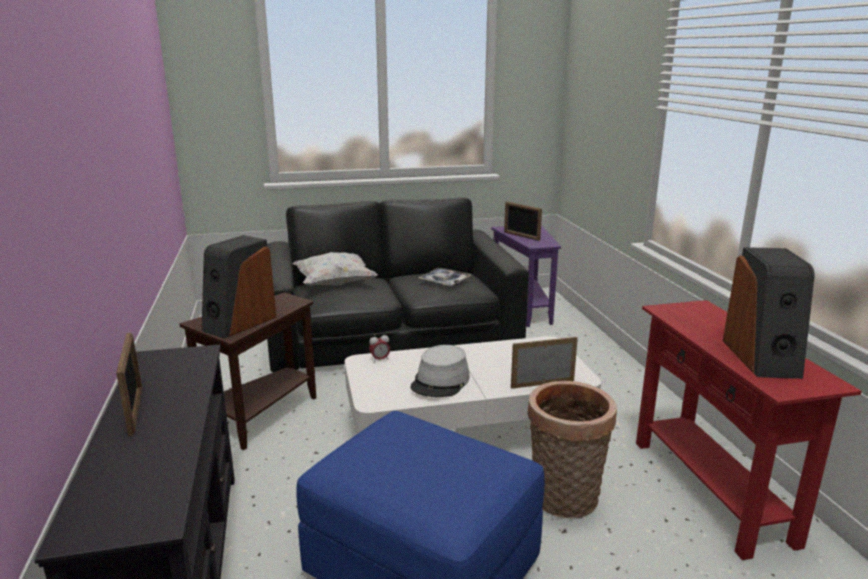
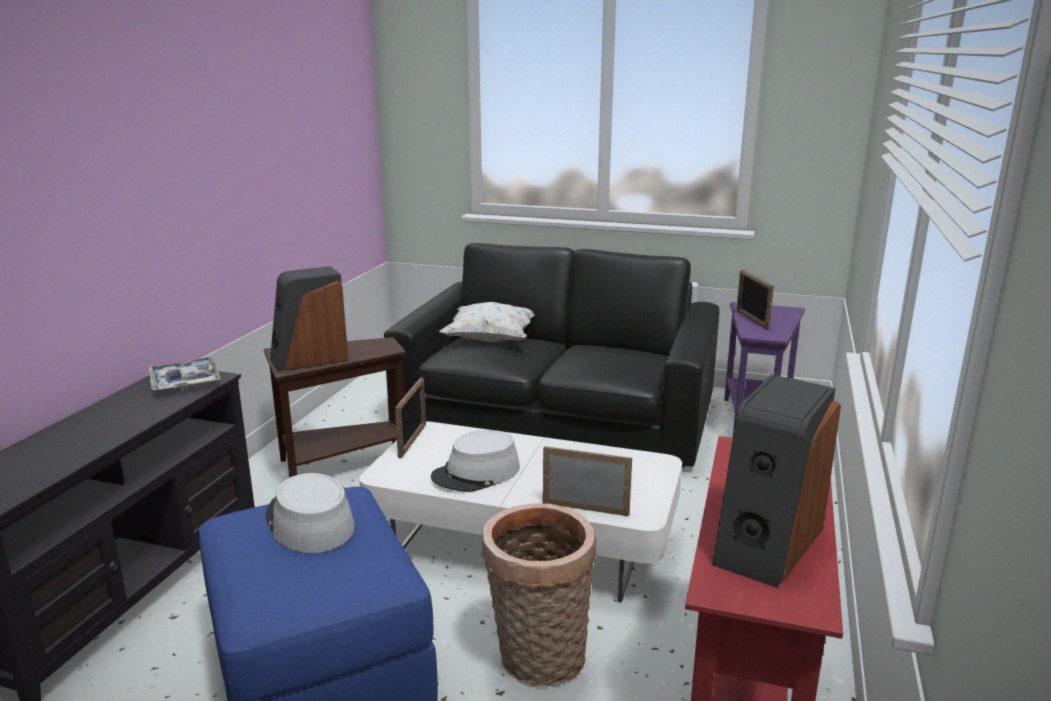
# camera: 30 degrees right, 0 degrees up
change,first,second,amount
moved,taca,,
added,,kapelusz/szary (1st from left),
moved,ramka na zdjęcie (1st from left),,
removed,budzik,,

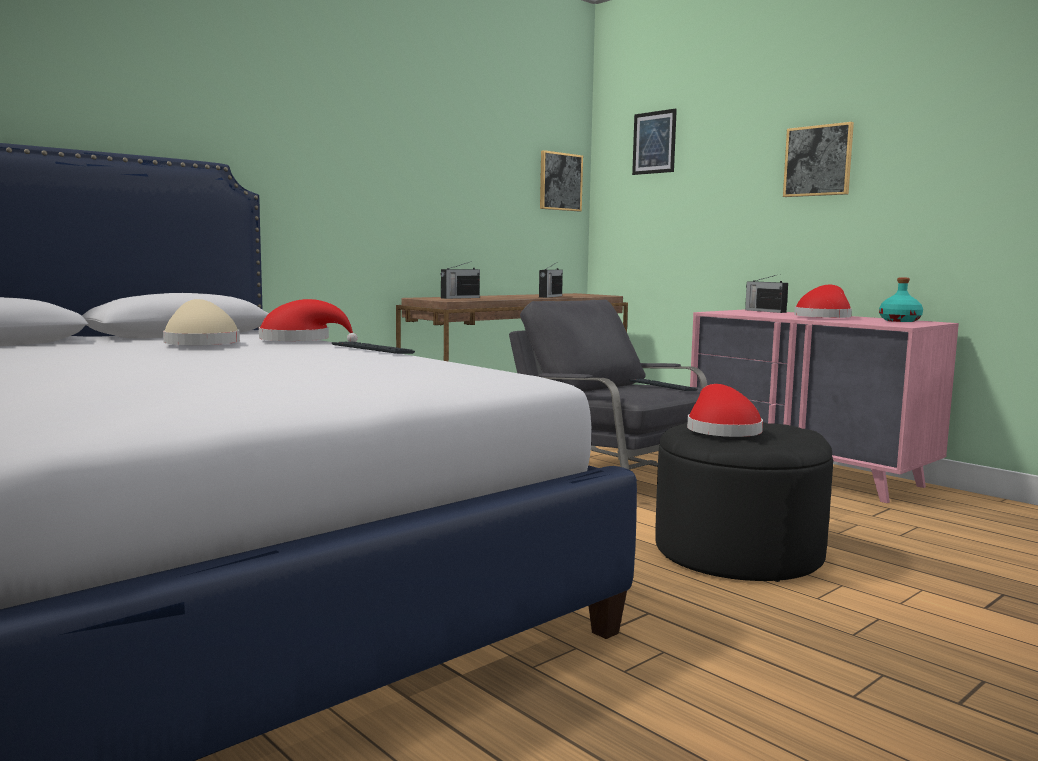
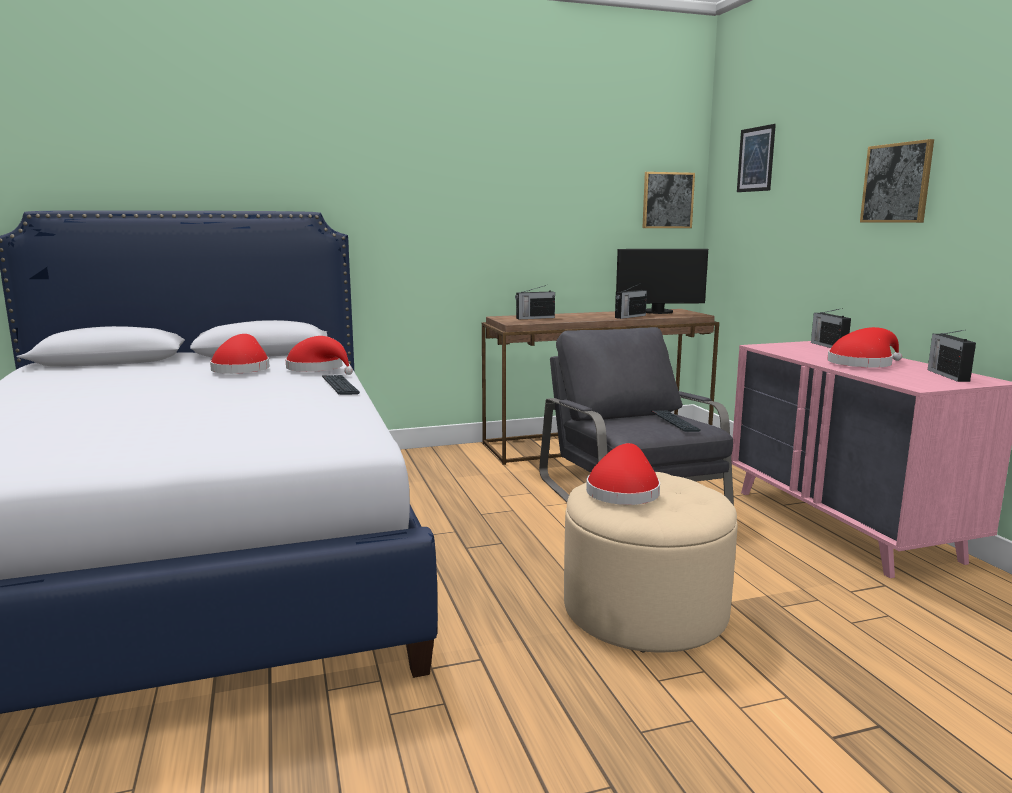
# camera: 25 degrees right, 5 degrees up
change,first,second,amount
recoloured,kapelusz/beżowy,kapelusz/czerwony (1st from left),
recoloured,pufa/czarny,pufa/beżowy,
added,,monitor,
replaced,butelka/turkusowy,radio (4th from left),

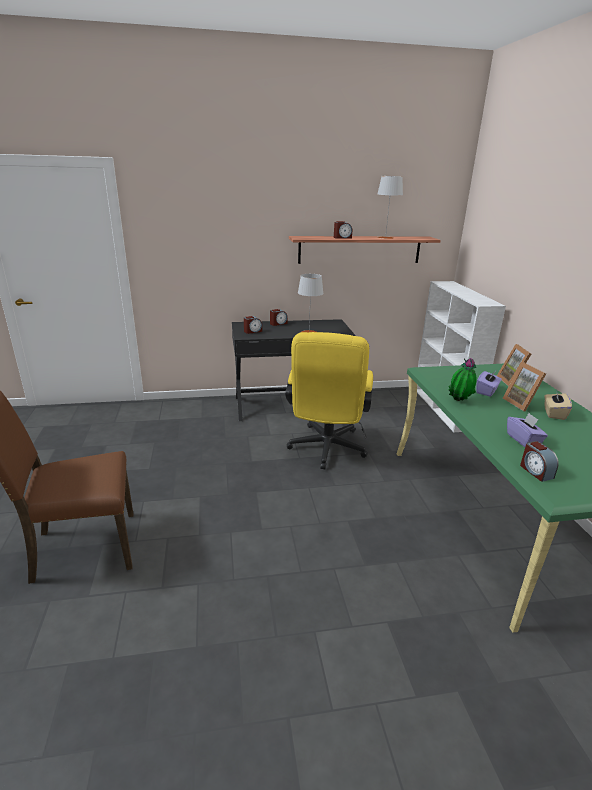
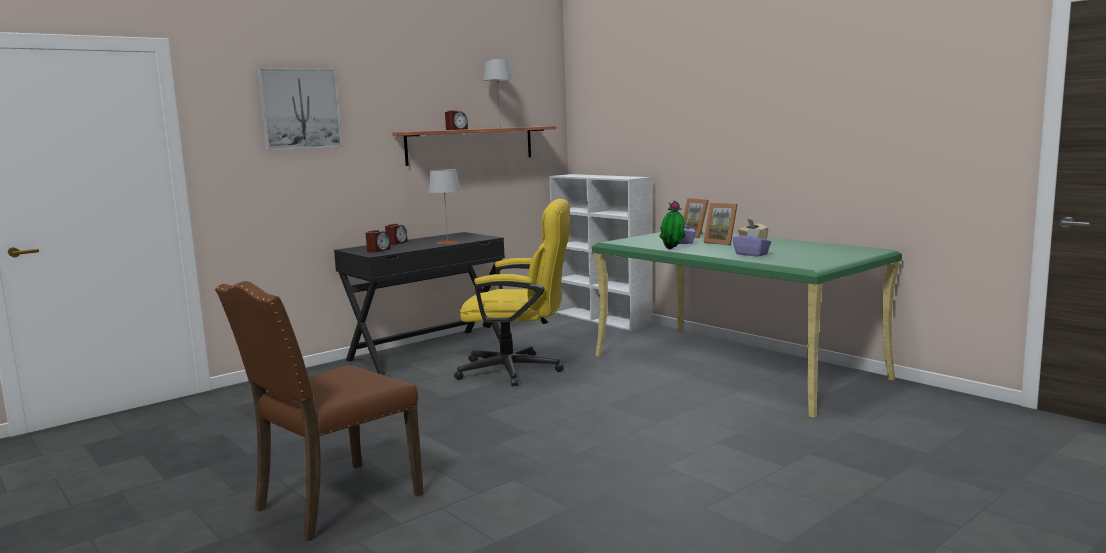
# camera: 30 degrees left, 15 degrees down
change,first,second,amount
added,,obraz,
turned,krzesło biurowe/żółty,,60 degrees counterclockwise
removed,budzik (4th from left),,

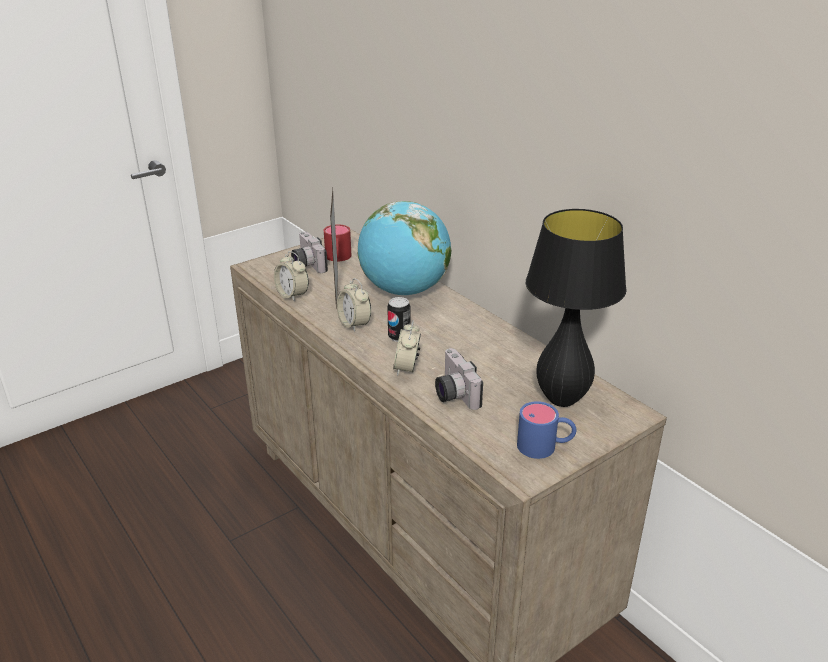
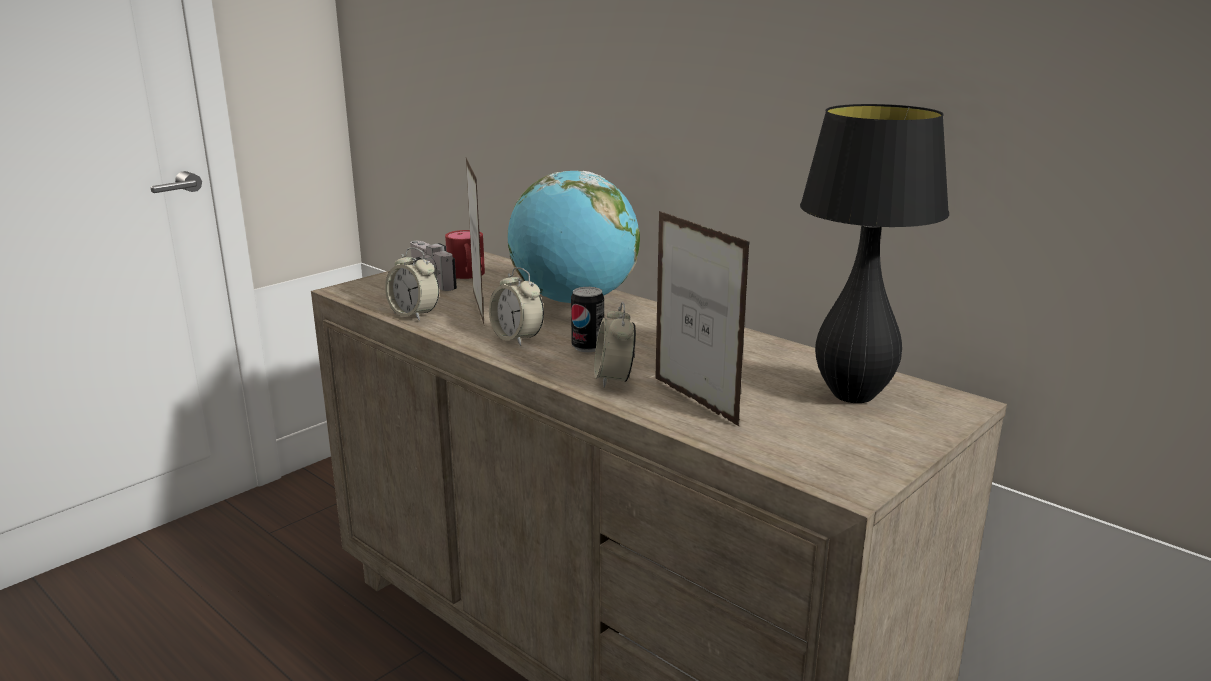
# camera: 10 degrees left, 10 degrees down
change,first,second,amount
replaced,aparat fotograficzny (2nd from left),ramka na zdjęcie (2nd from left),
removed,kubek/niebieski,,

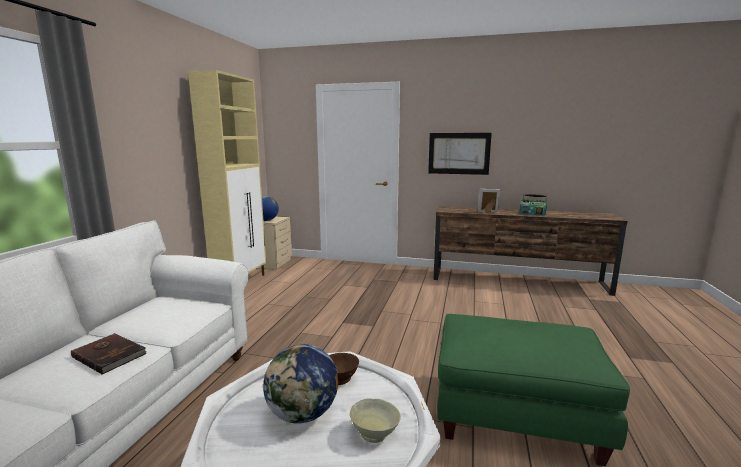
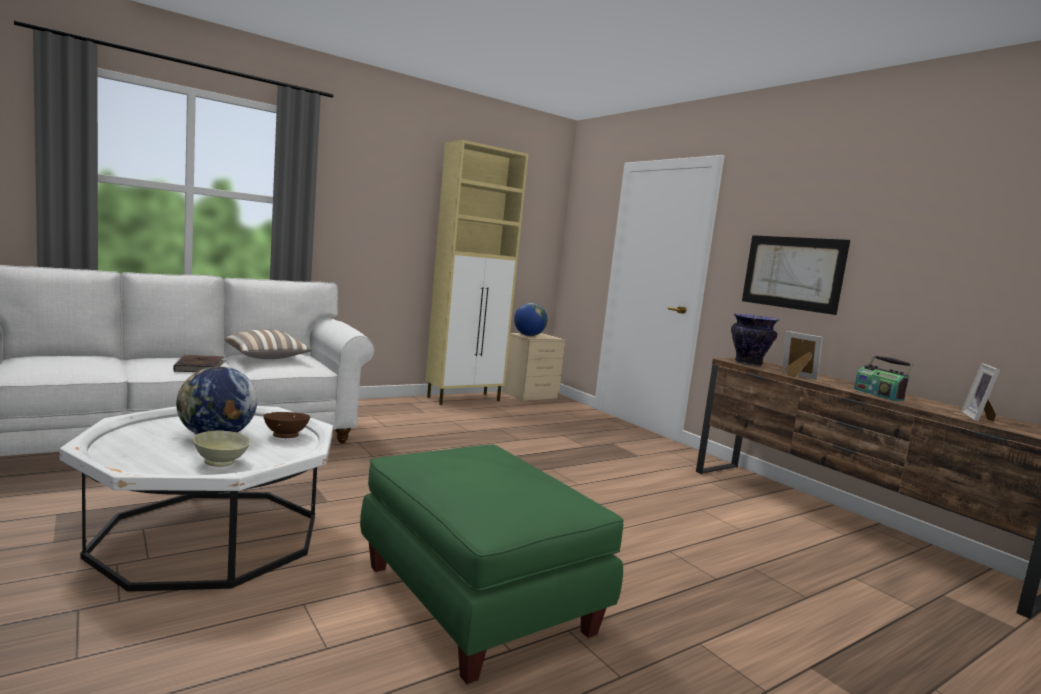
# camera: 40 degrees right, 5 degrees down
change,first,second,amount
added,,poduszka,
added,,wazon,
added,,ramka na zdjęcie (2nd from left),

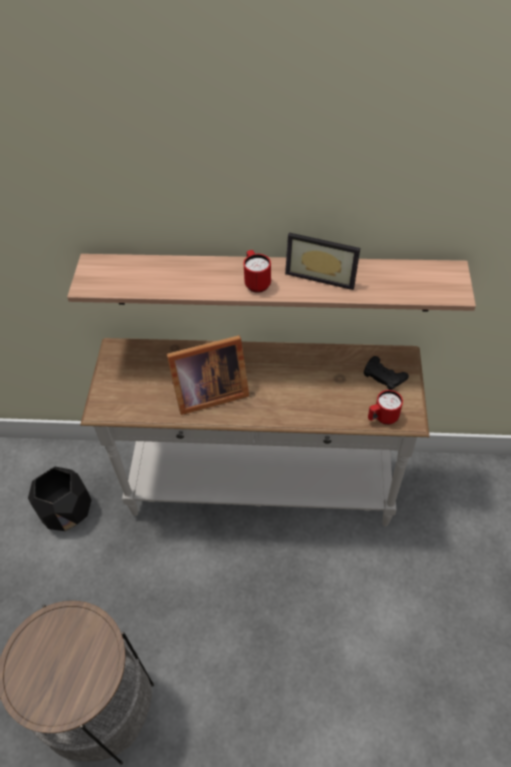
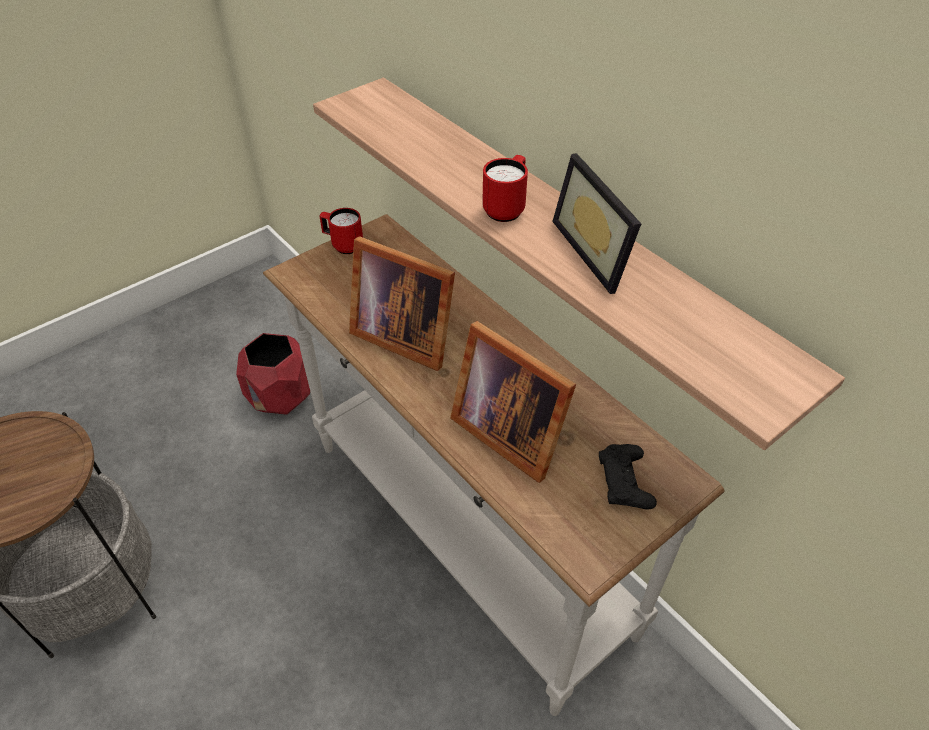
# camera: 45 degrees right, 5 degrees down
change,first,second,amount
recoloured,donica/czarny,donica/czerwony,
moved,kubek/czerwony (2nd from left in the first image),kubek/czerwony (1st from left),
added,,ramka na zdjęcie (2nd from left),

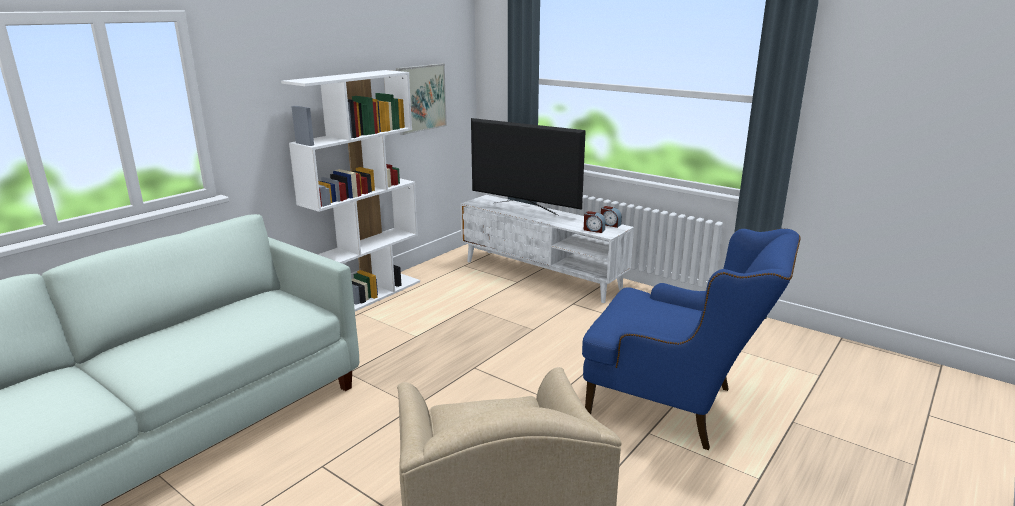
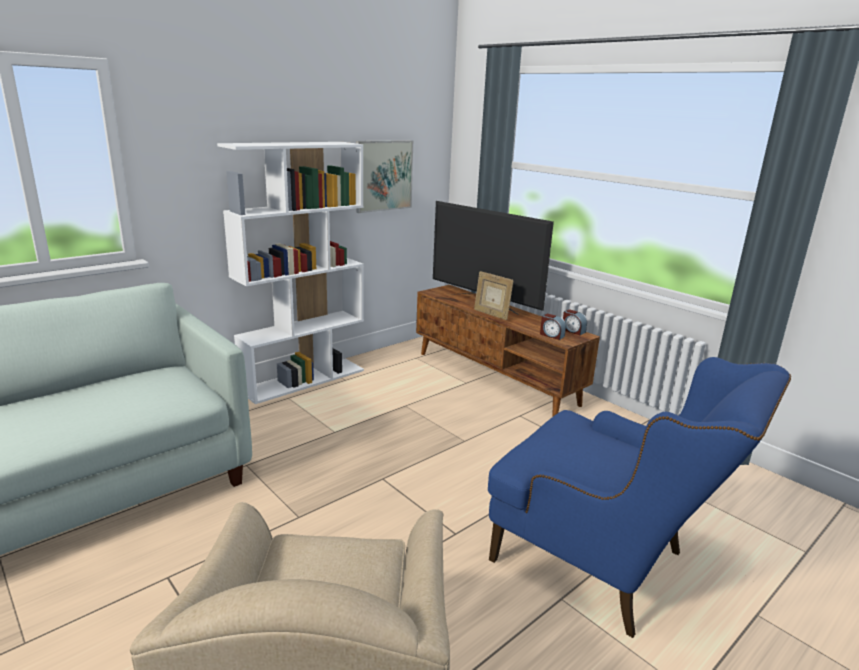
# camera: 10 degrees right, 0 degrees up
change,first,second,amount
recoloured,szafka pod telewizor/biały,szafka pod telewizor/brązowy,
added,,ramka na zdjęcie,

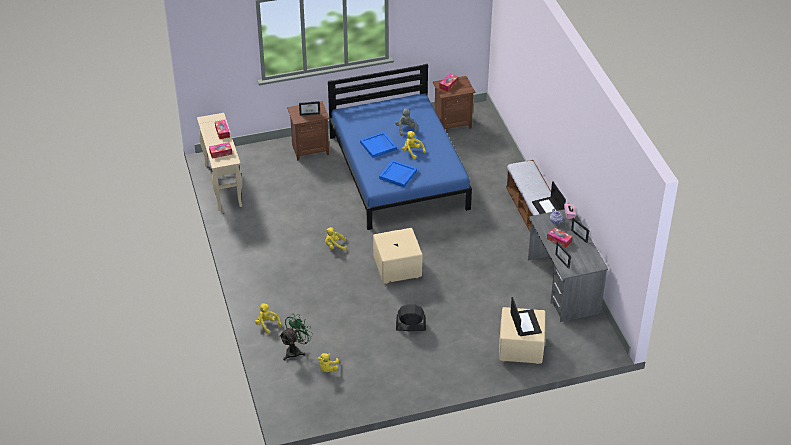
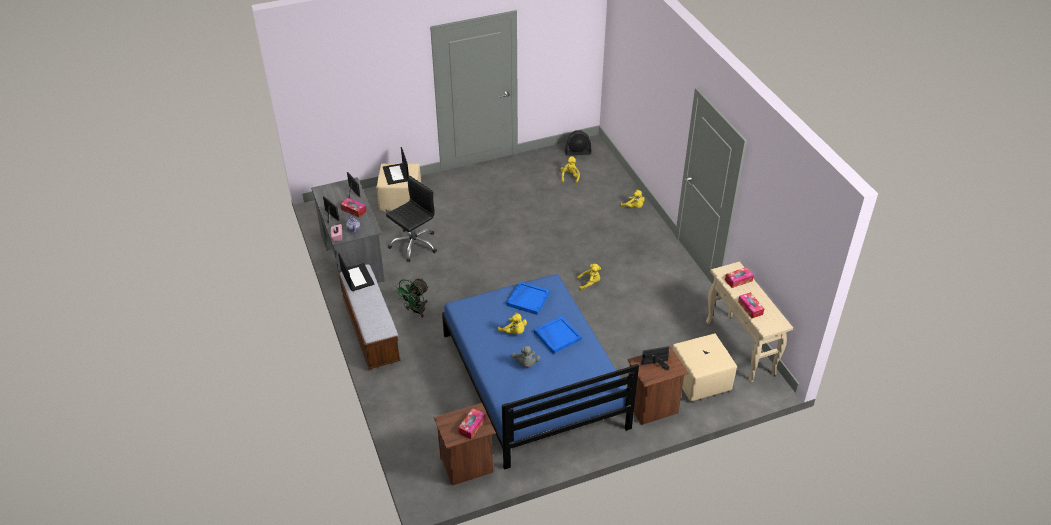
# camera: 175 degrees right, 0 degrees up
change,first,second,amount
added,,krzesło biurowe/czarny,
moved,wentylator/zielony,,
moved,wentylator/czarny,,
moved,pufa/beżowy (1st from left in the first image),pufa/beżowy (2nd from left),

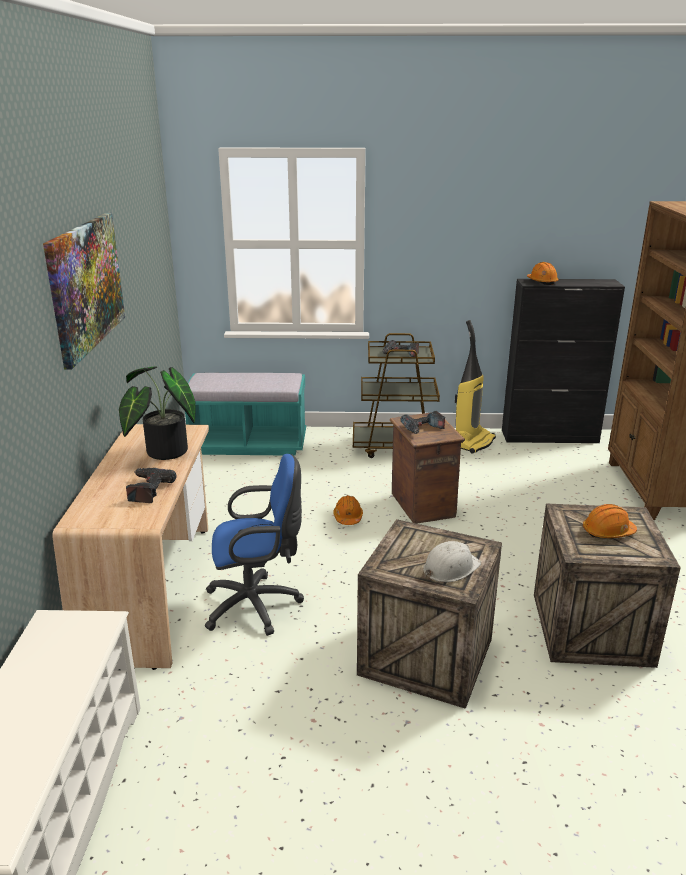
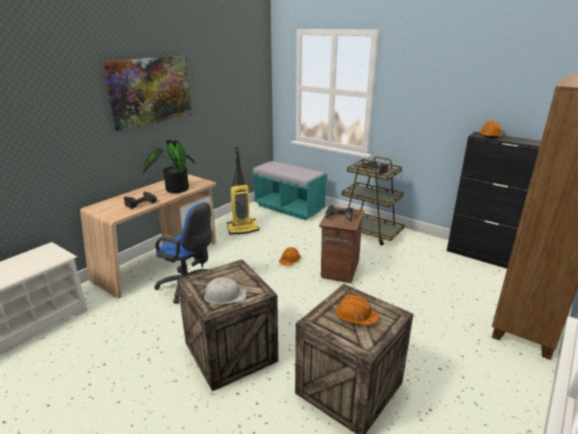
# camera: 35 degrees right, 0 degrees up
change,first,second,amount
moved,odkurzacz,,

